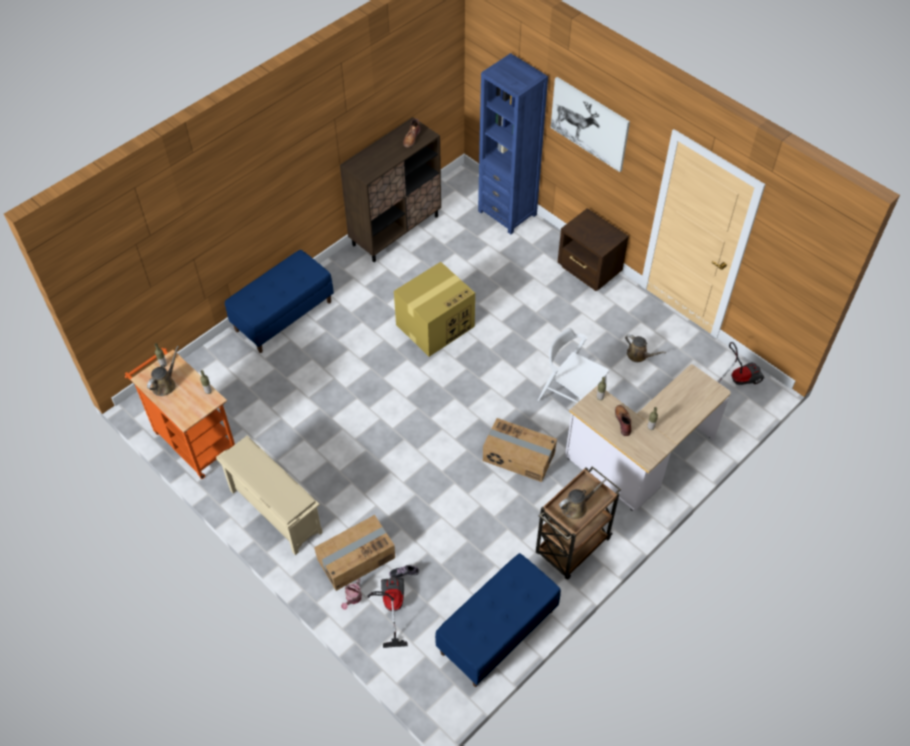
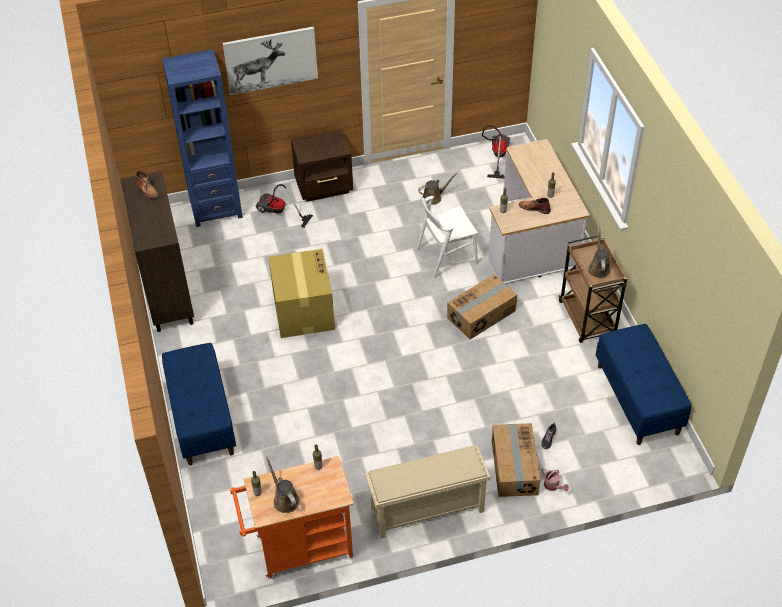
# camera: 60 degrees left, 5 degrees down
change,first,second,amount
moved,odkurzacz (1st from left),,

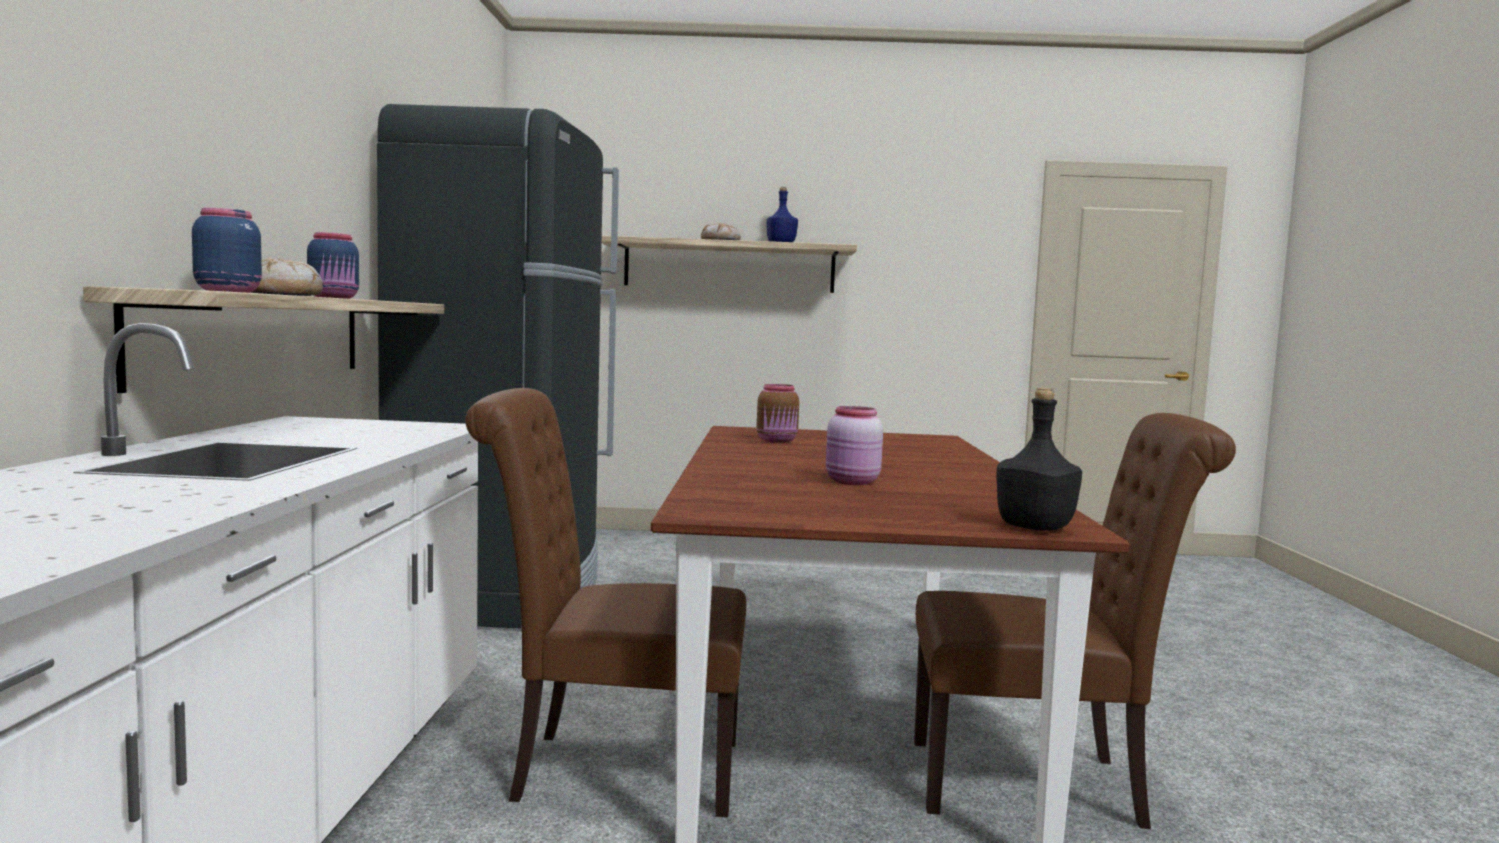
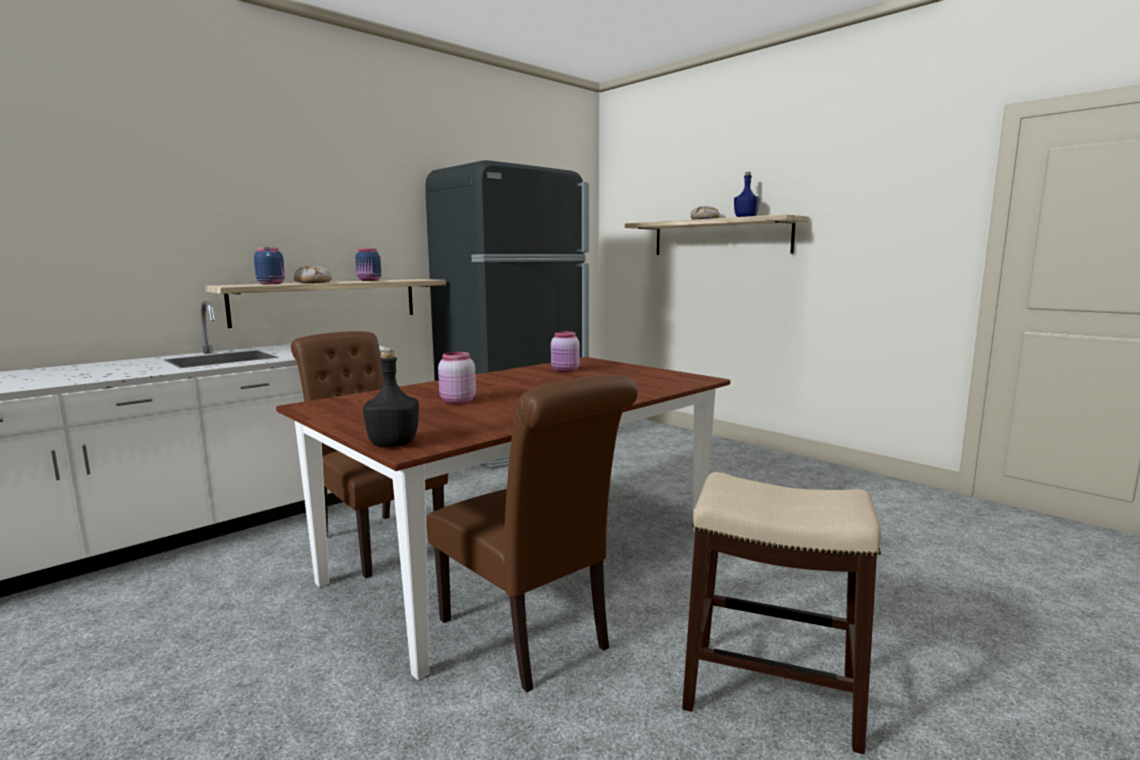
# camera: 45 degrees right, 5 degrees up
change,first,second,amount
recoloured,słoik/brązowy,słoik/różowy (2nd from left),
added,,stołek,

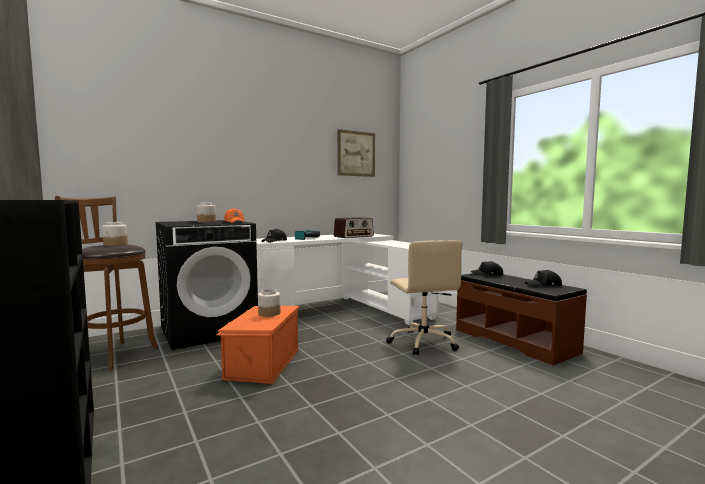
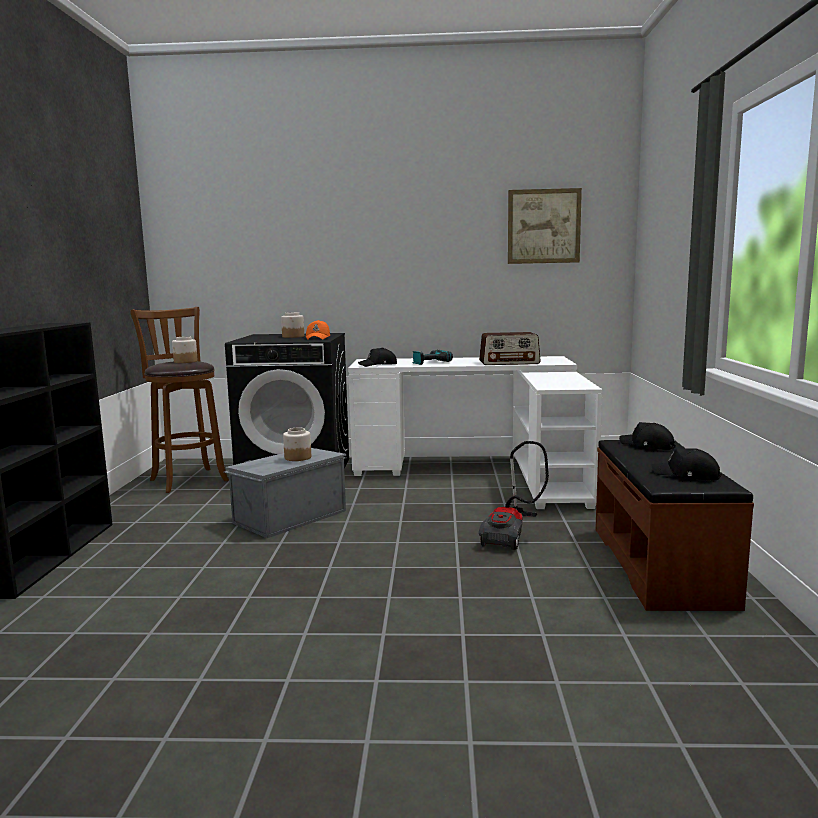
# camera: 35 degrees right, 5 degrees up
change,first,second,amount
recoloured,pojemnik do przechowywania/pomarańczowy,pojemnik do przechowywania/szary,
replaced,krzesło biurowe/beżowy,odkurzacz,

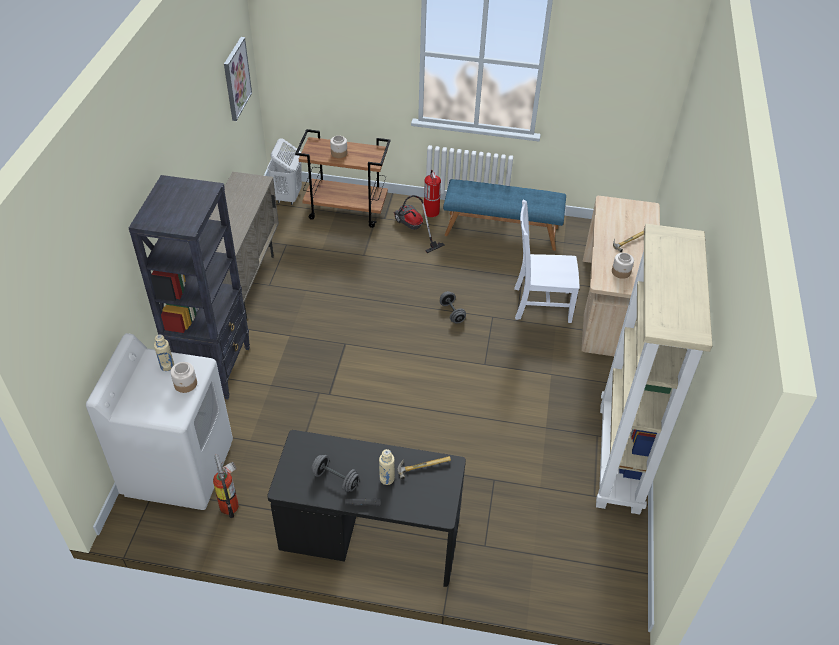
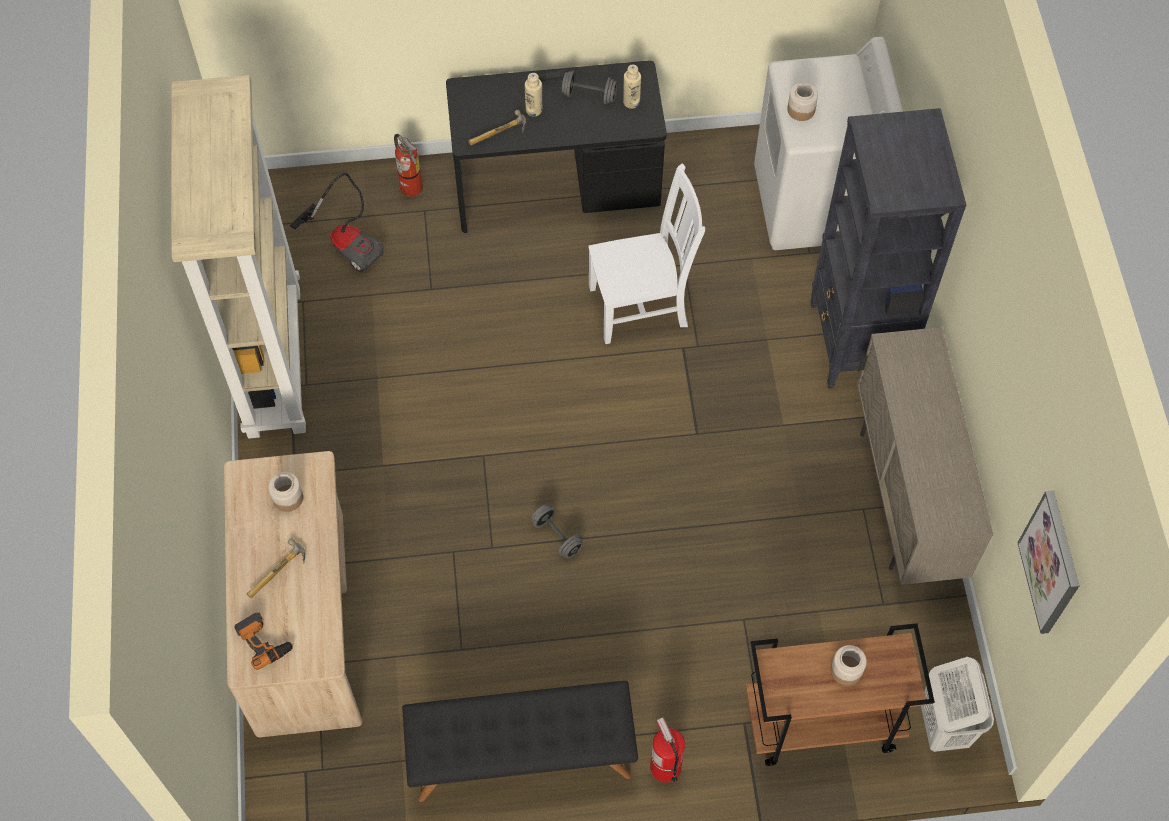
# camera: 165 degrees right, 15 degrees up
change,first,second,amount
added,,wiertarka,
moved,odkurzacz,,
moved,gaśnica (1st from left),,
recoloured,ławka/niebieski,ławka/czarny,
moved,krzesło/biały,,
moved,butelka/beżowy (1st from left in the first image),butelka/beżowy (2nd from left),

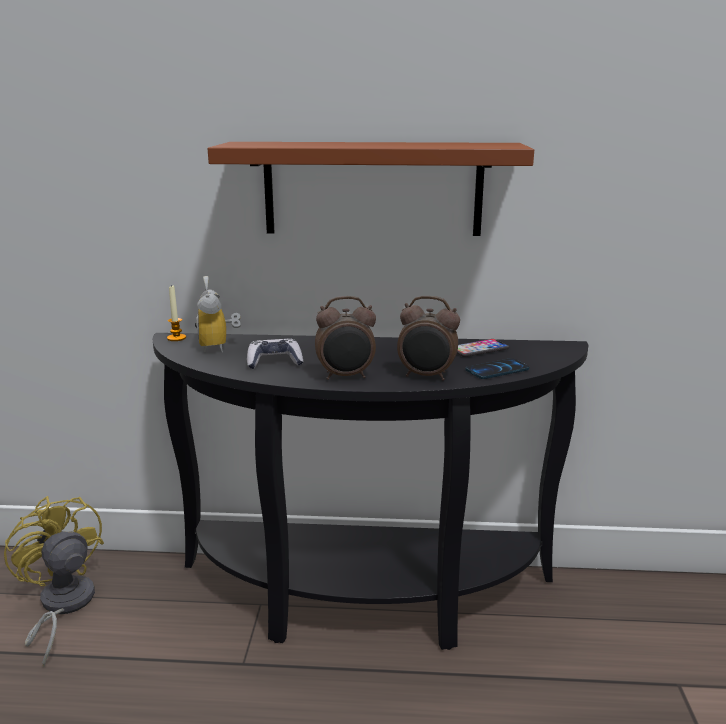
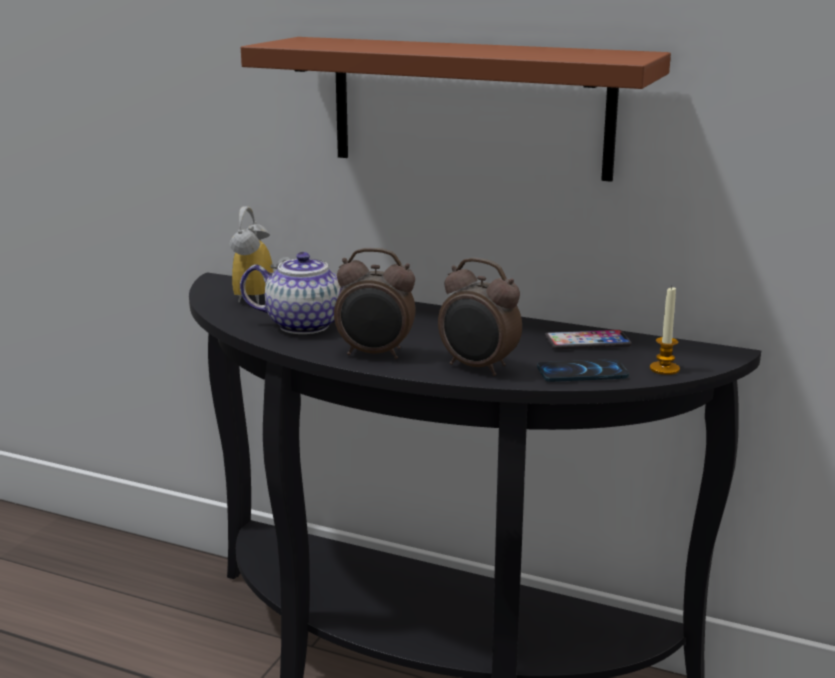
# camera: 20 degrees right, 0 degrees up
change,first,second,amount
replaced,pad do gier,imbryk,
moved,świeca,,
removed,wentylator/żółty,,

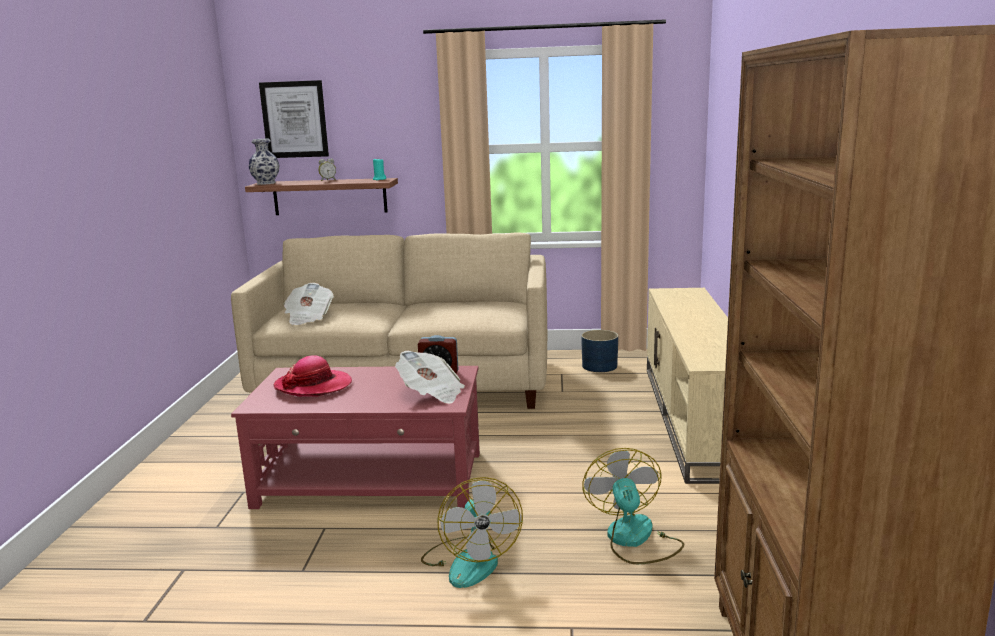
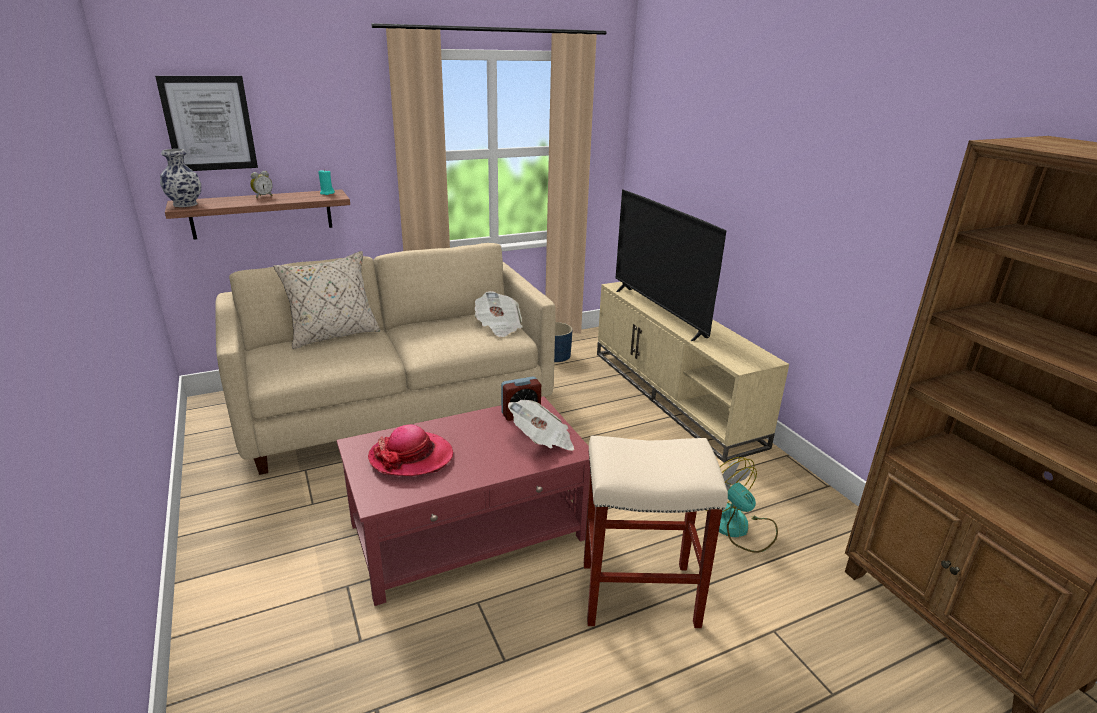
# camera: 30 degrees left, 10 degrees up
change,first,second,amount
added,,poduszka/beżowy,
moved,gazeta (1st from left),,
replaced,wentylator (1st from left),stołek/beżowy,
added,,telewizor,

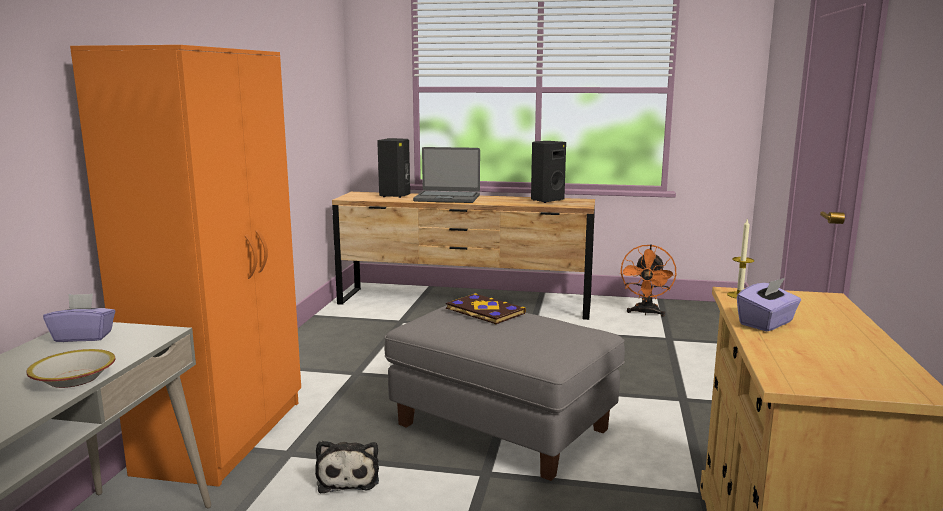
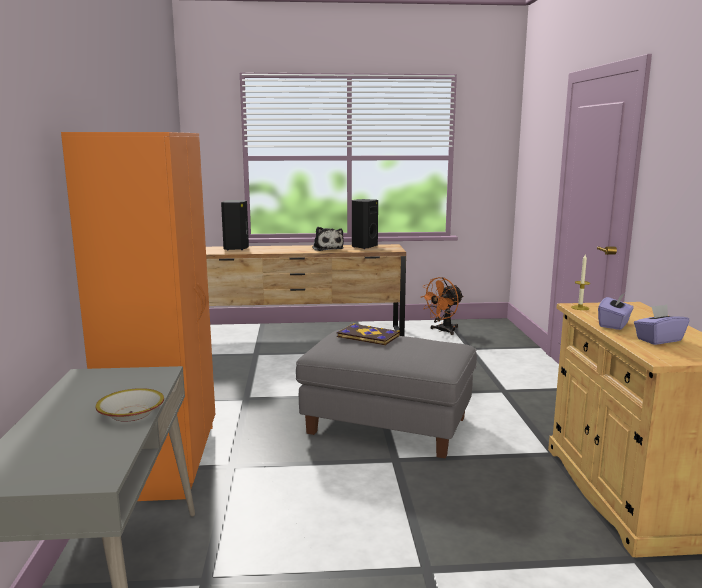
# camera: 15 degrees left, 0 degrees up
change,first,second,amount
moved,pluszak,,
turned,wentylator/pomarańczowy,,45 degrees clockwise
moved,pudełko chusteczek/fioletowy (1st from left in the first image),pudełko chusteczek/fioletowy (2nd from left),
removed,laptop,,

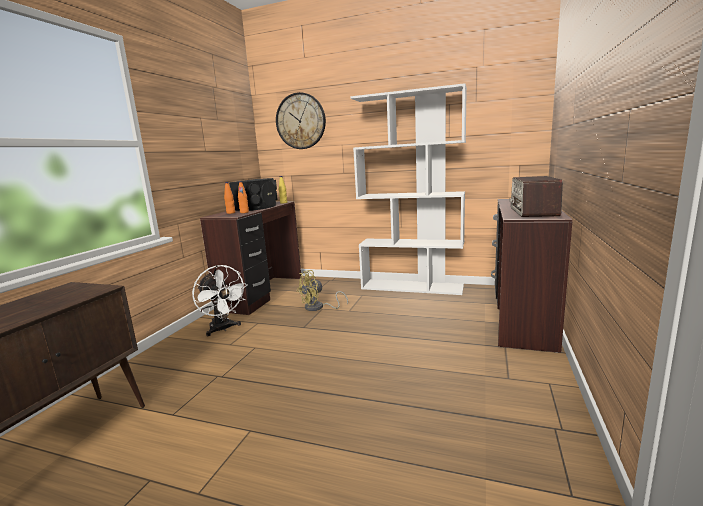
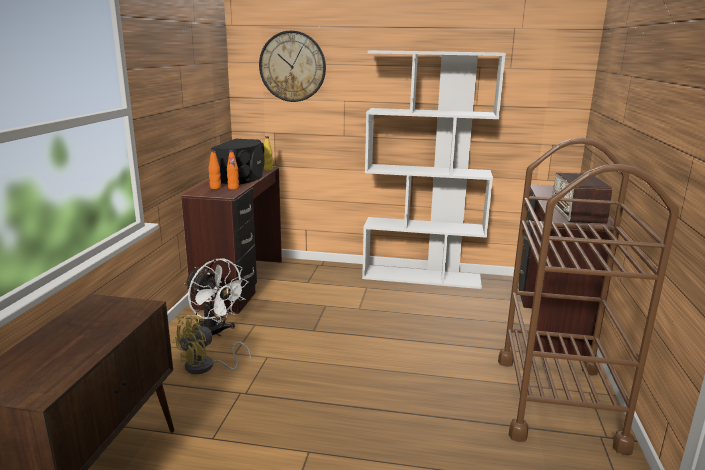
# camera: 10 degrees left, 5 degrees up
change,first,second,amount
moved,wentylator/żółty,,
added,,wózek/brązowy,

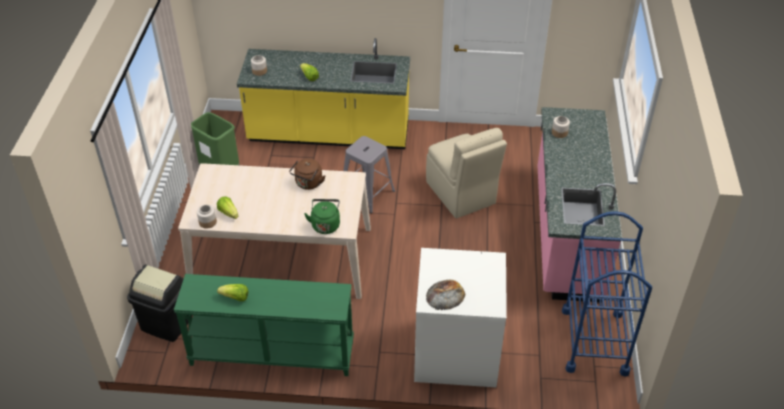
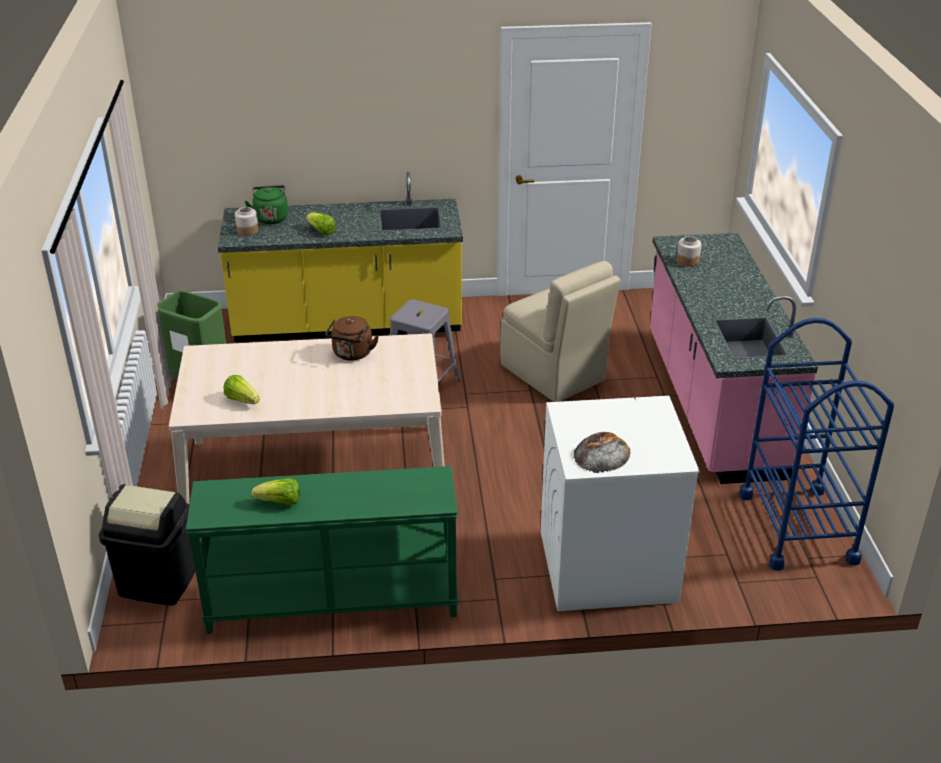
# camera: 10 degrees left, 10 degrees down
change,first,second,amount
moved,czajnik/zielony,,
removed,słoik (1st from left),,

